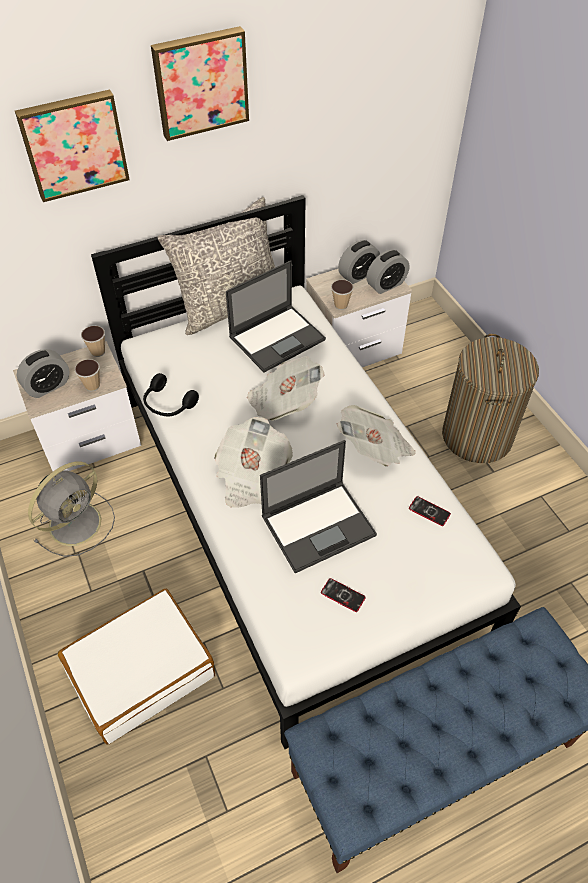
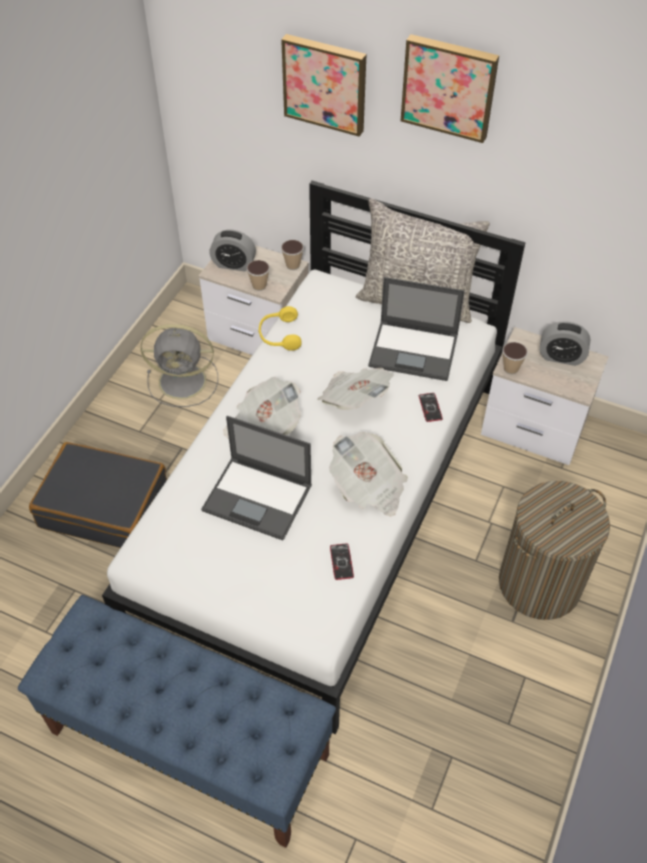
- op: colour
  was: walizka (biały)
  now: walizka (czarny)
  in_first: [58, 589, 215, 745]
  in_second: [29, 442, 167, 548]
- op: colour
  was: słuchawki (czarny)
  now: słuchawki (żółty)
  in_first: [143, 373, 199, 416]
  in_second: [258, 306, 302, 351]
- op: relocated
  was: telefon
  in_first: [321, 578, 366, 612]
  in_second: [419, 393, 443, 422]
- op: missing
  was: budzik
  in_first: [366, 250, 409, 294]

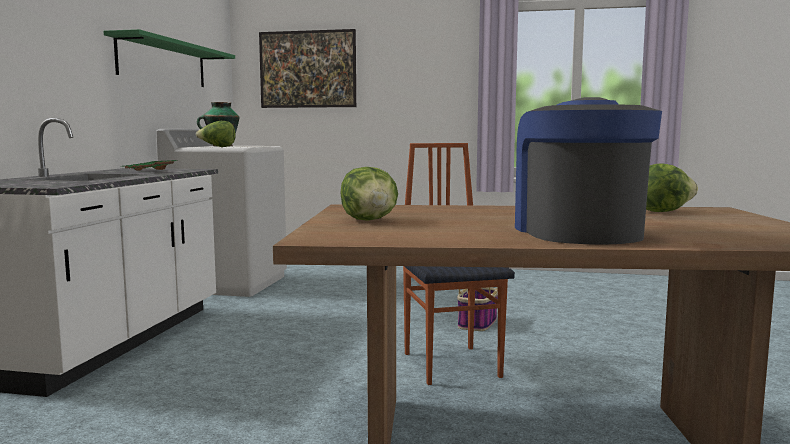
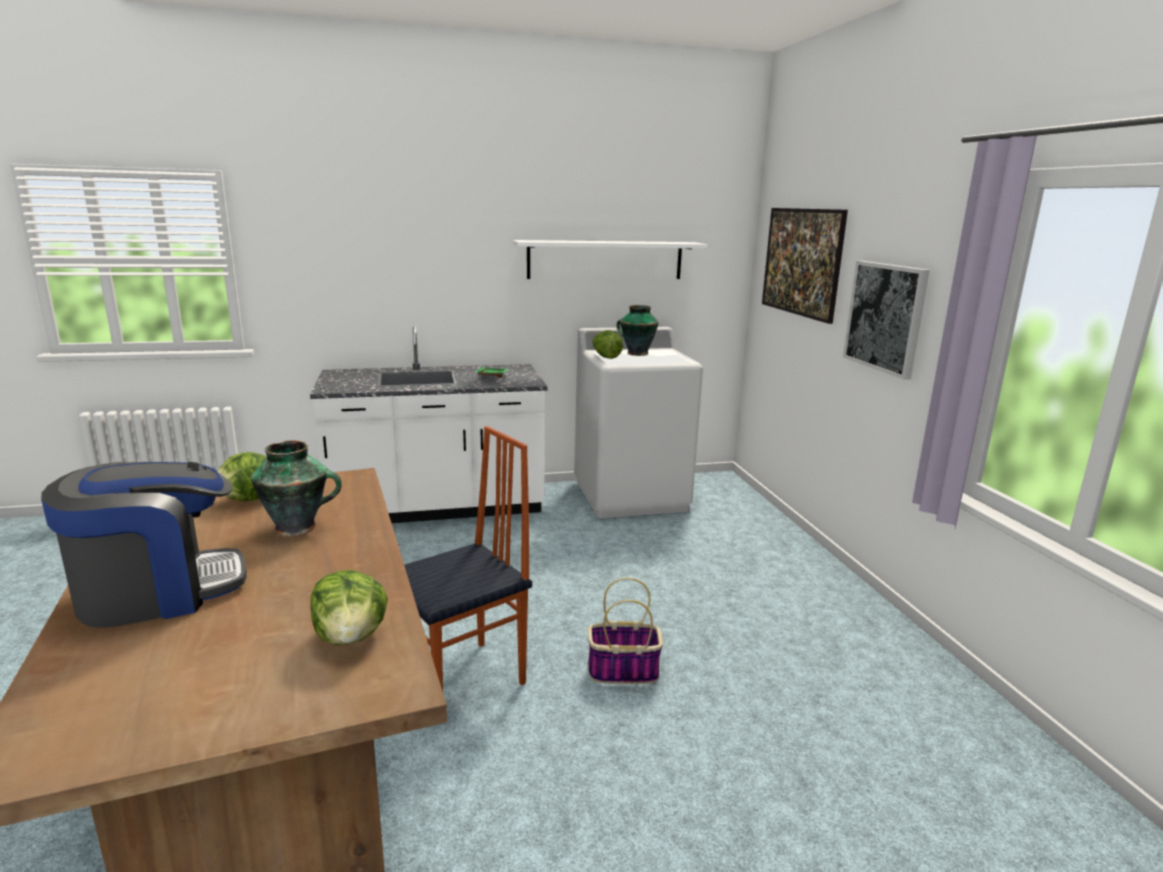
- op: colour
  was: półka (zielony)
  now: półka (biały)
  in_first: [103, 29, 235, 87]
  in_second: [513, 240, 708, 279]
- op: appeared
  now: wazon
  in_second: [251, 441, 342, 536]
- op: appeared
  now: obraz
  in_second: [843, 261, 930, 380]

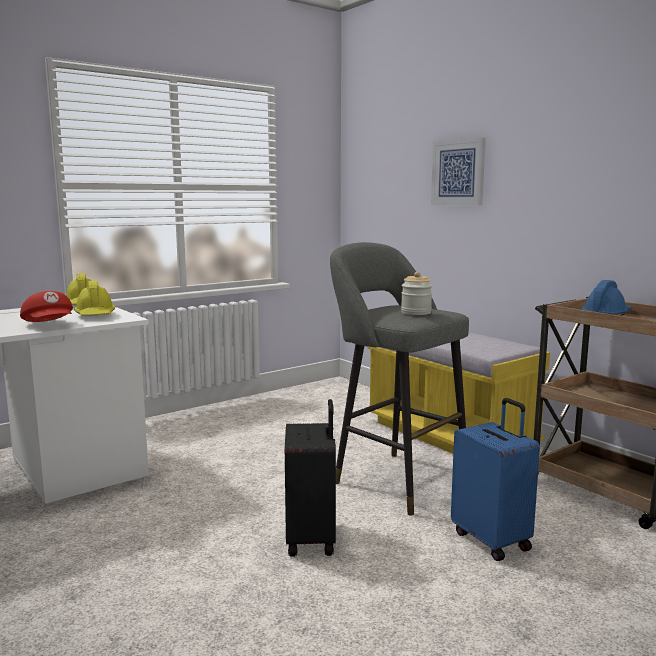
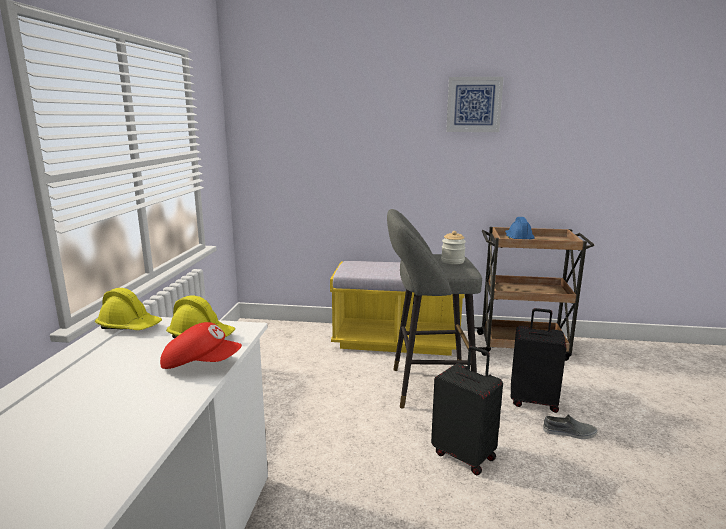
- op: relocated
  was: obraz
  in_first: [431, 137, 486, 205]
  in_second: [446, 77, 504, 132]
- op: colour
  was: walizka (niebieski)
  now: walizka (czarny)
  in_first: [451, 398, 540, 561]
  in_second: [511, 308, 567, 413]
- op: appeared
  now: but (szary)
  in_second: [543, 415, 597, 439]

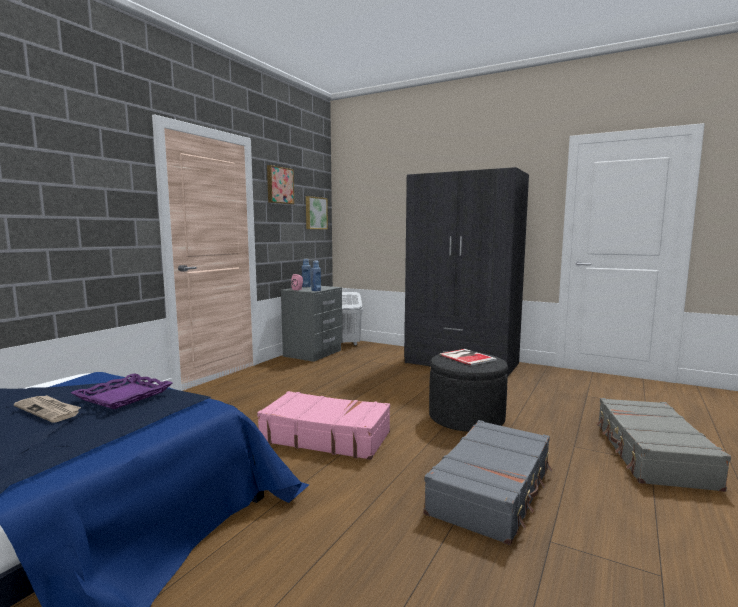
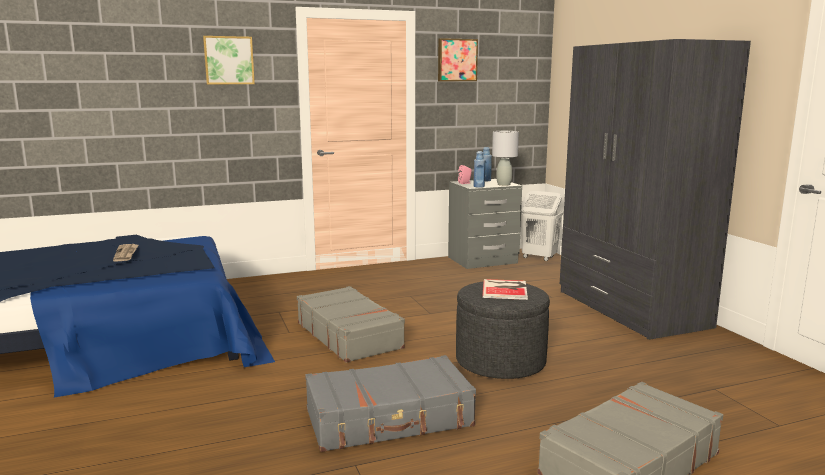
- op: missing
  was: taca (fioletowy)
  in_first: [71, 373, 172, 409]
- op: colour
  was: walizka (różowy)
  now: walizka (szary)
  in_first: [257, 391, 390, 460]
  in_second: [297, 286, 405, 363]
- op: relocated
  was: obraz
  in_first: [306, 196, 328, 229]
  in_second: [203, 36, 255, 84]
- op: appeared
  now: lampa stołowa (szary)
  in_second: [492, 131, 519, 186]

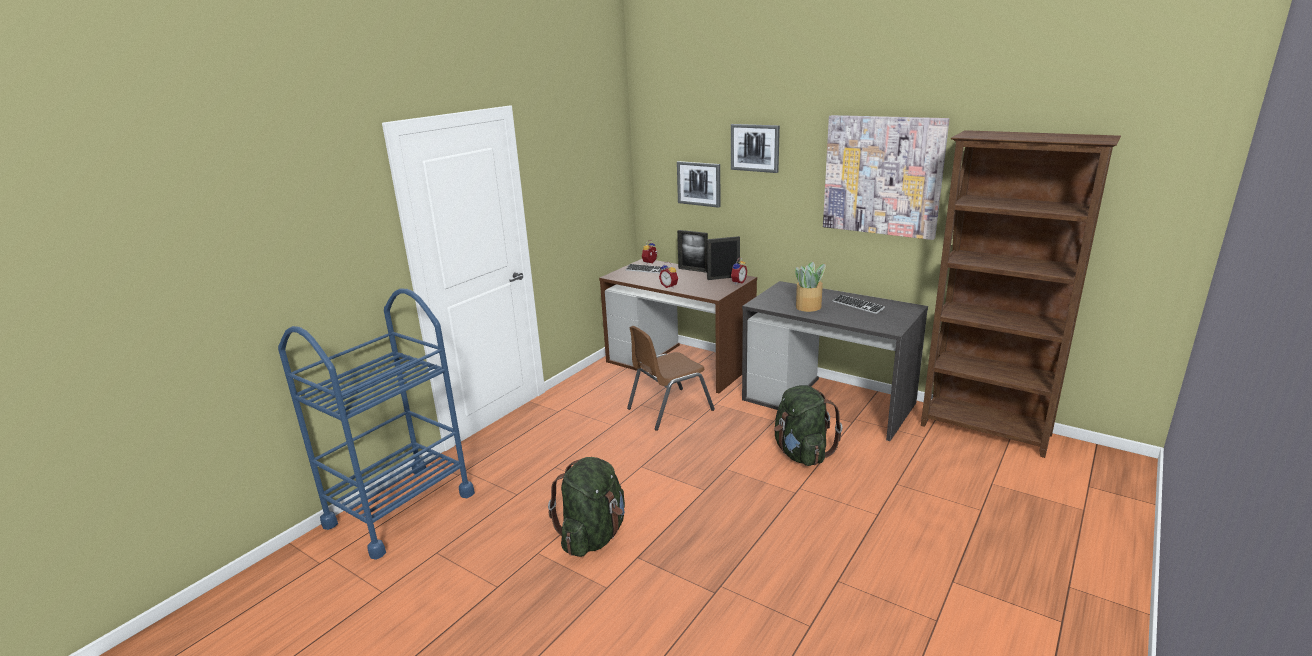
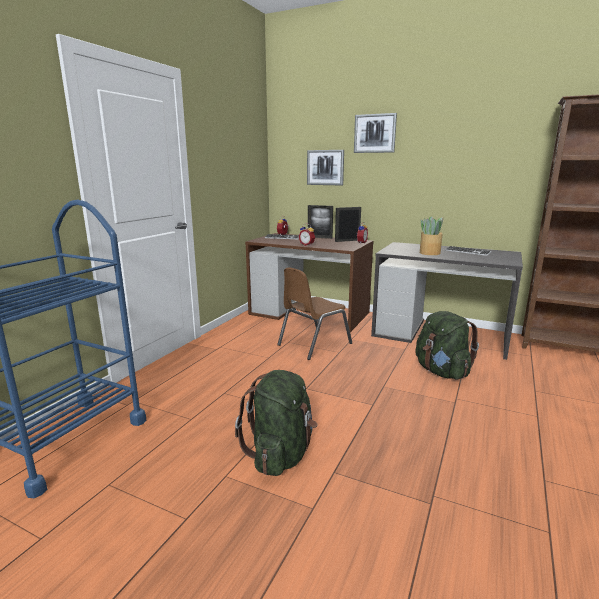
- op: missing
  was: obraz
  in_first: [823, 115, 950, 240]

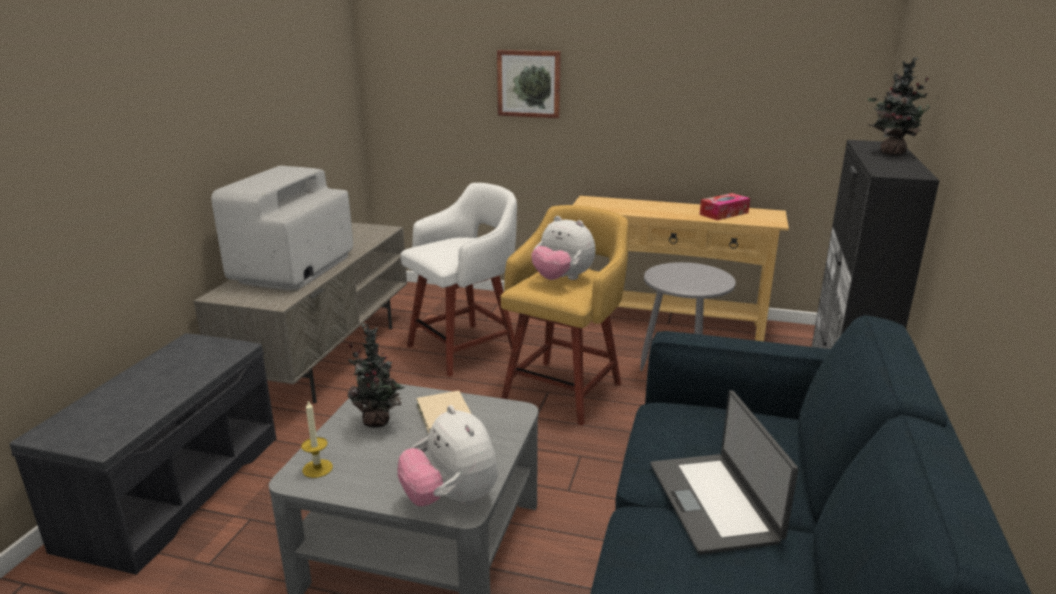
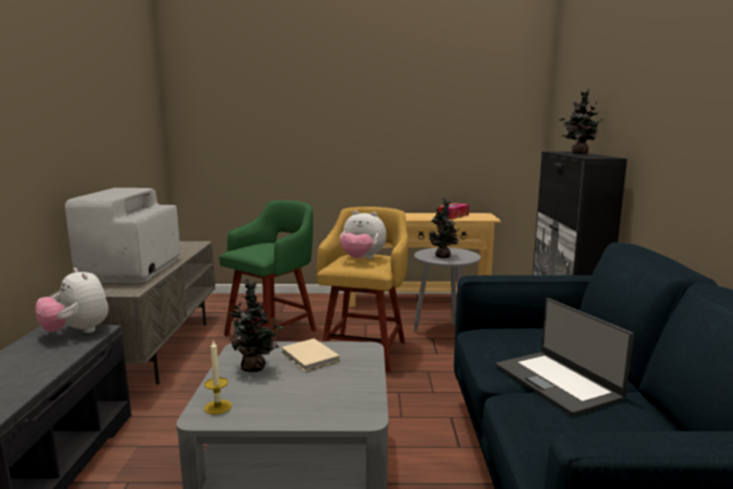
- op: relocated
  was: pluszak
  in_first: [398, 405, 498, 507]
  in_second: [35, 268, 108, 333]
- op: colour
  was: stołek (biały)
  now: stołek (zielony)
  in_first: [401, 183, 517, 377]
  in_second: [219, 200, 317, 336]
- op: missing
  was: obraz
  in_first: [497, 50, 561, 118]
- op: appeared
  now: roślina doniczkowa
  in_second: [429, 198, 460, 258]

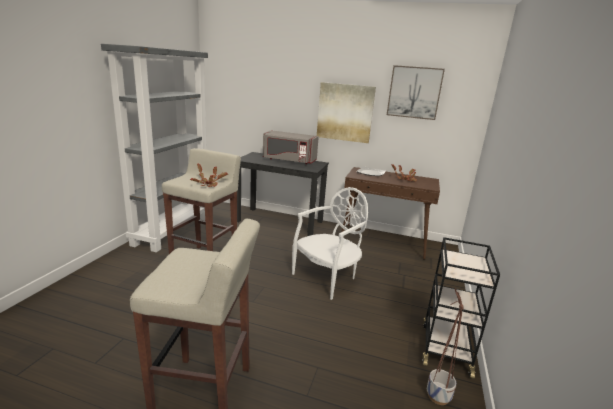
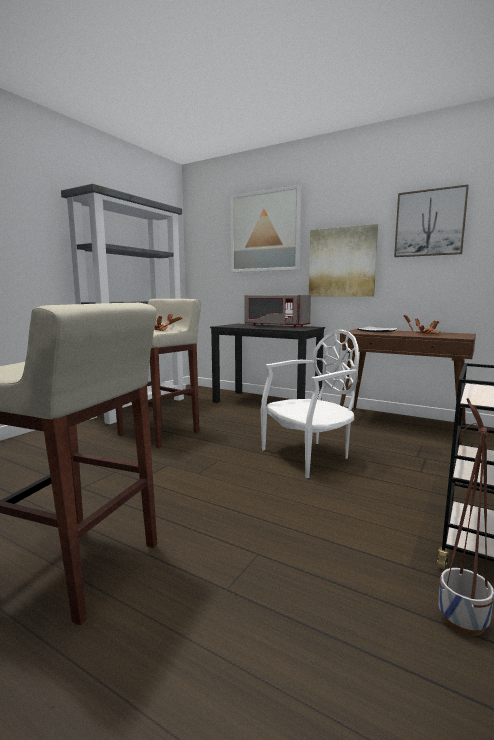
- op: appeared
  now: obraz
  in_second: [231, 185, 302, 272]

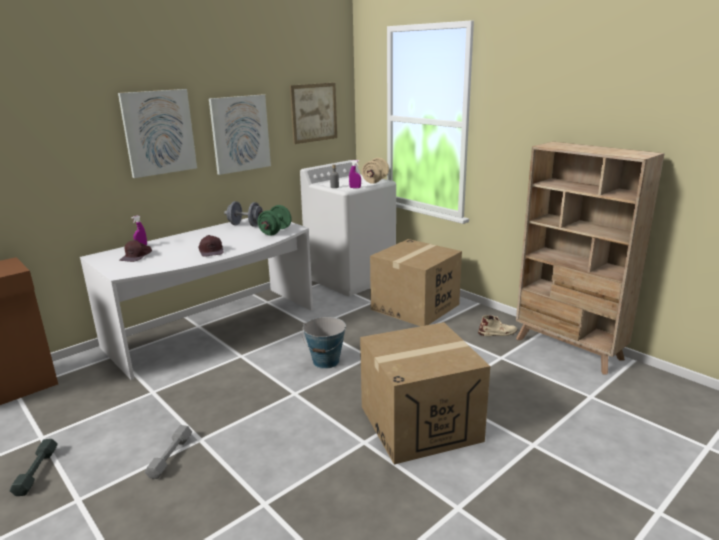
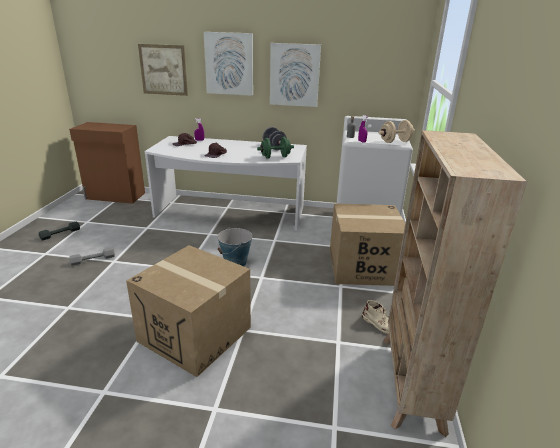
- op: relocated
  was: obraz
  in_first: [290, 83, 337, 144]
  in_second: [138, 44, 188, 96]

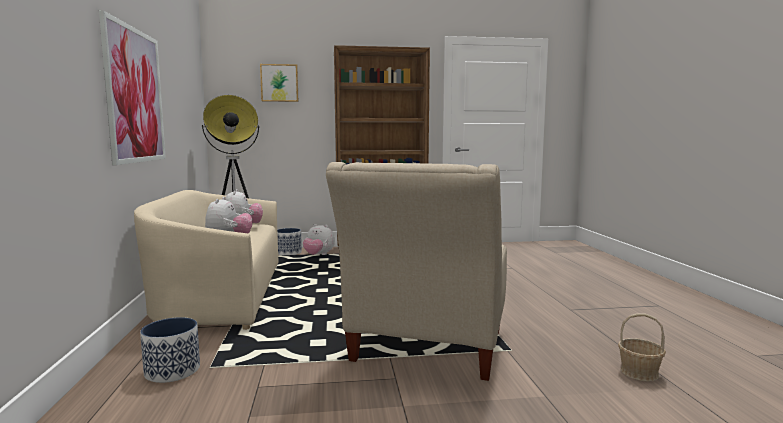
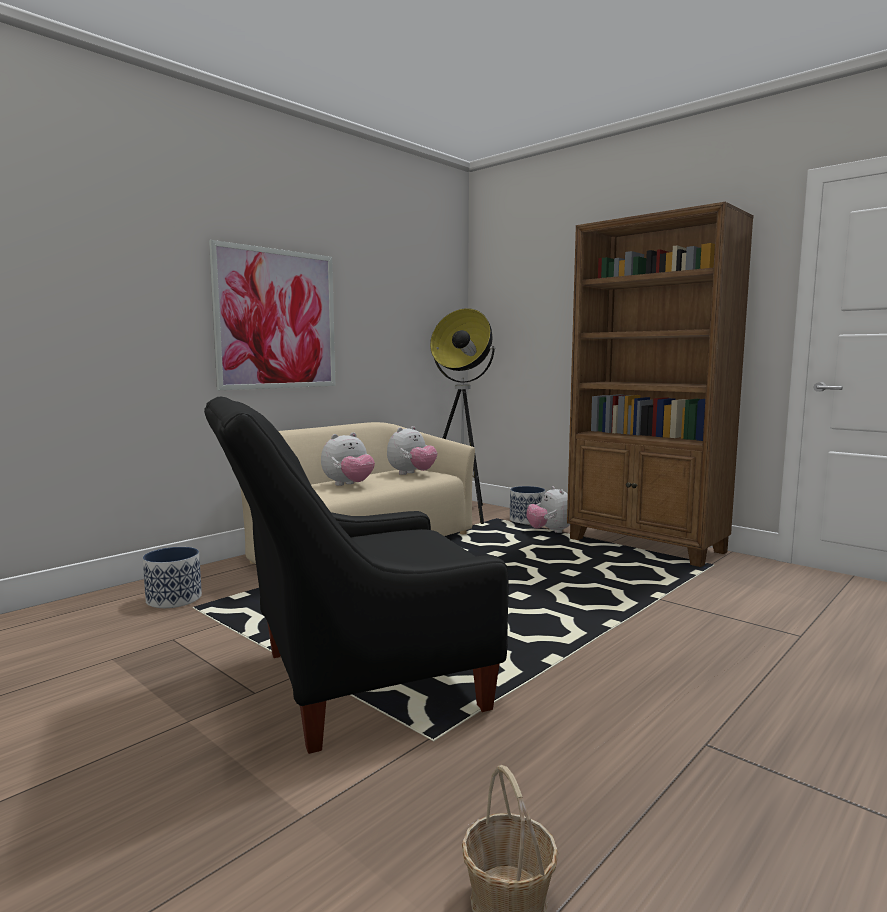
- op: missing
  was: obraz
  in_first: [260, 64, 298, 102]
- op: colour
  was: fotel (beżowy)
  now: fotel (czarny)
  in_first: [326, 162, 507, 381]
  in_second: [204, 397, 508, 754]

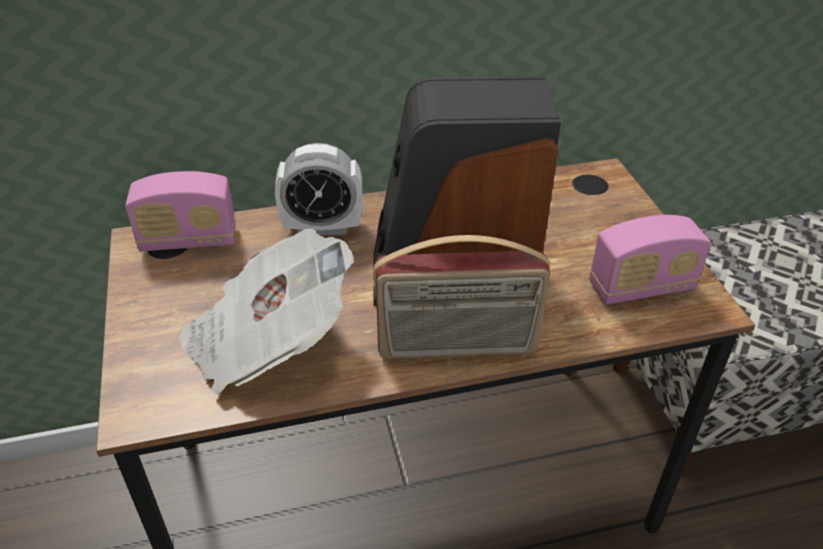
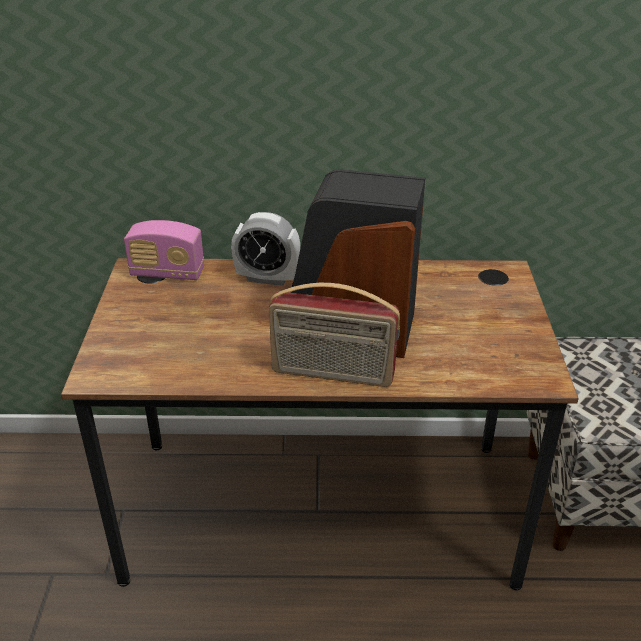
- op: missing
  was: gazeta
  in_first: [178, 228, 354, 394]
- op: missing
  was: radio
  in_first: [589, 215, 711, 305]

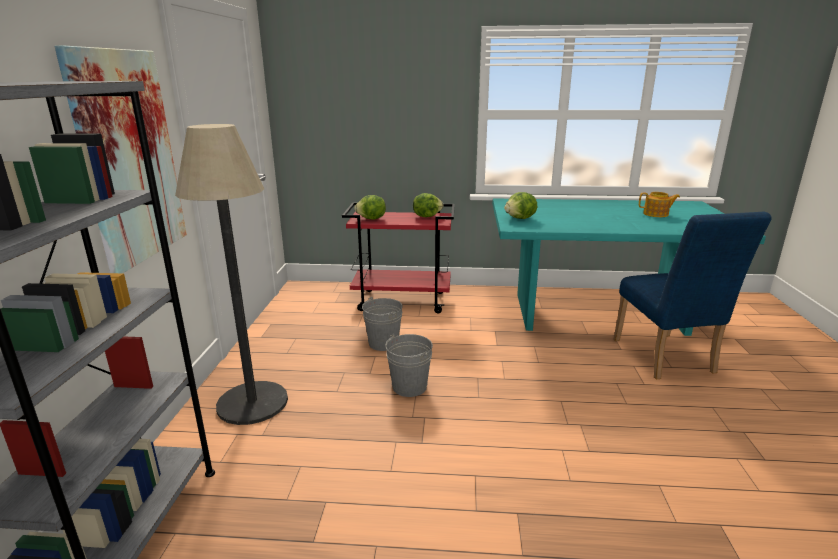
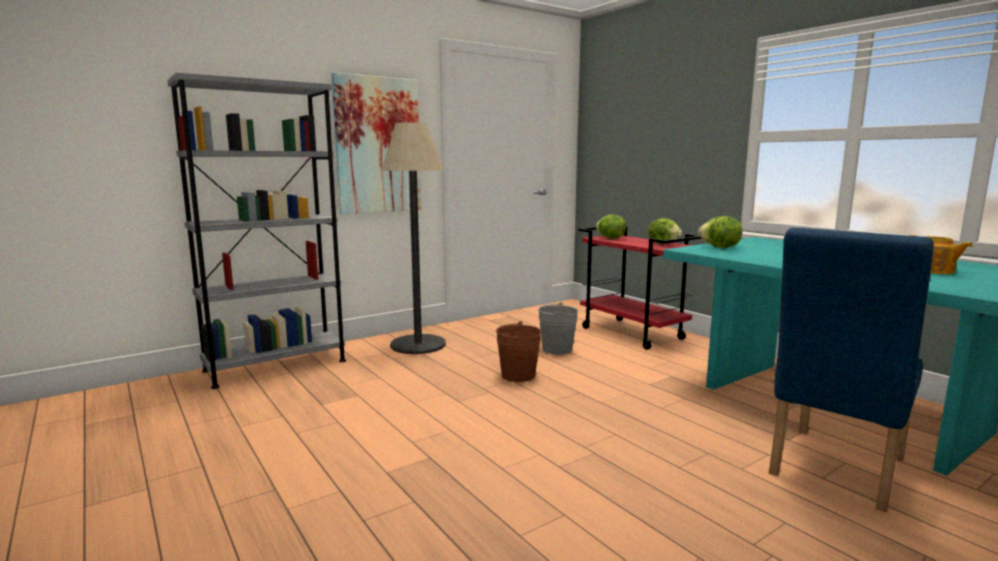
- op: colour
  was: wiadro (szary)
  now: wiadro (brązowy)
  in_first: [385, 334, 433, 397]
  in_second: [496, 321, 541, 382]

